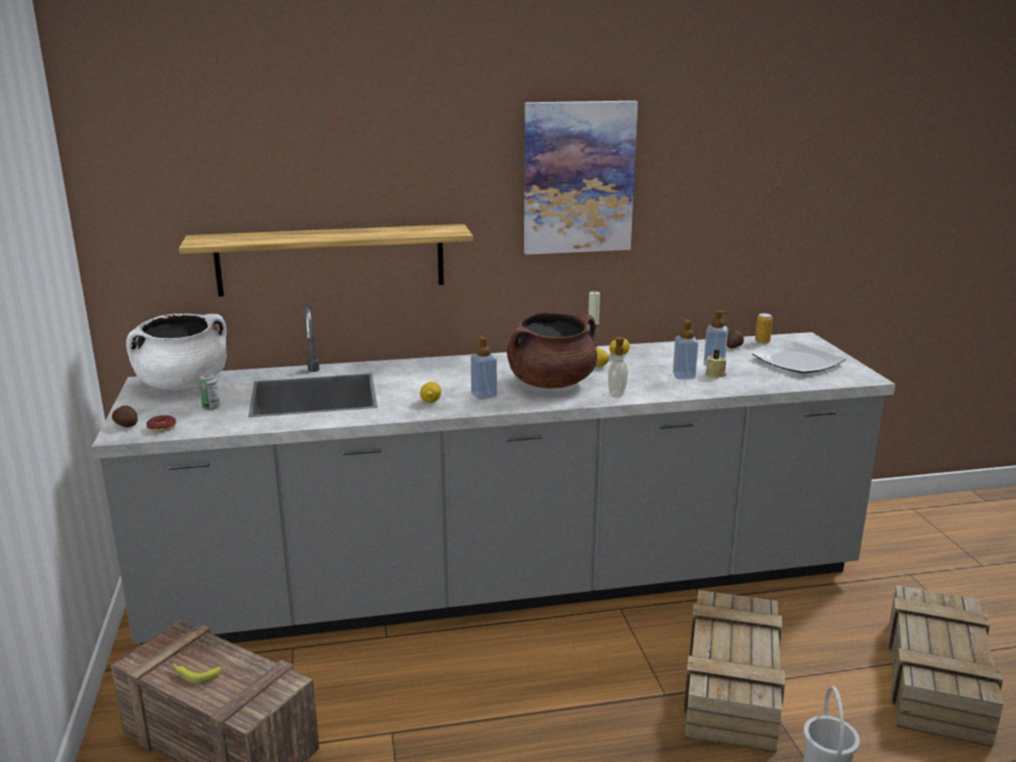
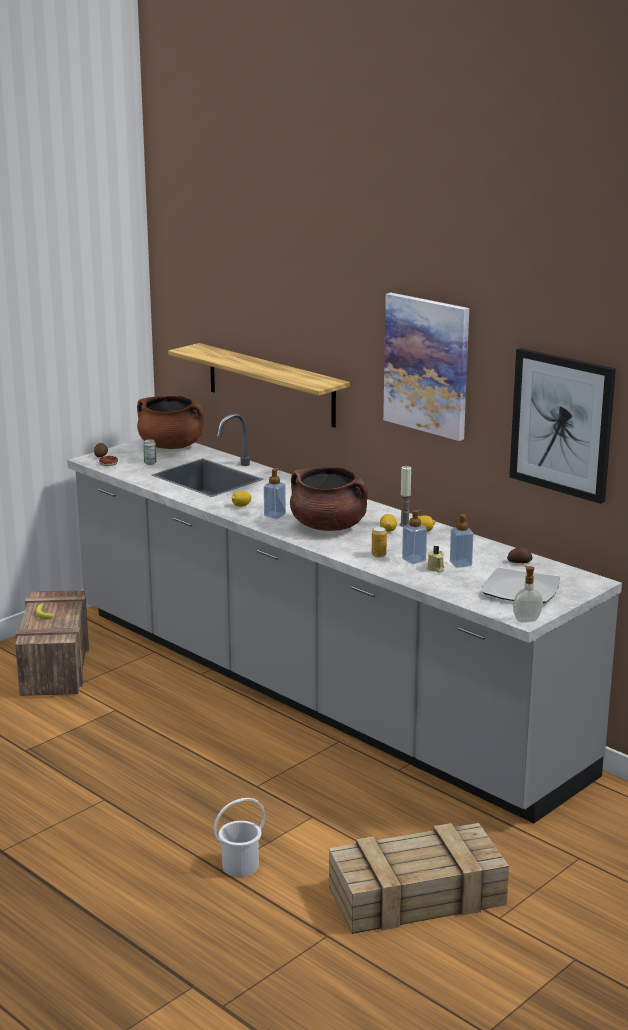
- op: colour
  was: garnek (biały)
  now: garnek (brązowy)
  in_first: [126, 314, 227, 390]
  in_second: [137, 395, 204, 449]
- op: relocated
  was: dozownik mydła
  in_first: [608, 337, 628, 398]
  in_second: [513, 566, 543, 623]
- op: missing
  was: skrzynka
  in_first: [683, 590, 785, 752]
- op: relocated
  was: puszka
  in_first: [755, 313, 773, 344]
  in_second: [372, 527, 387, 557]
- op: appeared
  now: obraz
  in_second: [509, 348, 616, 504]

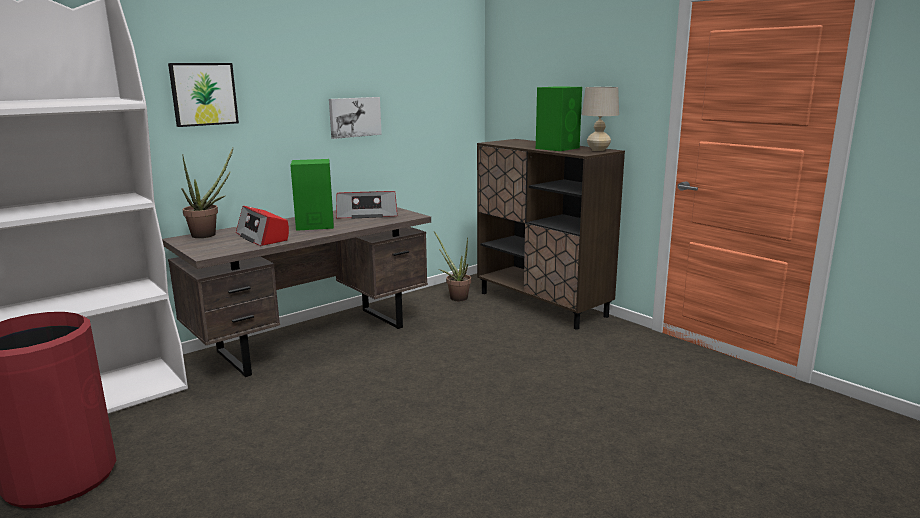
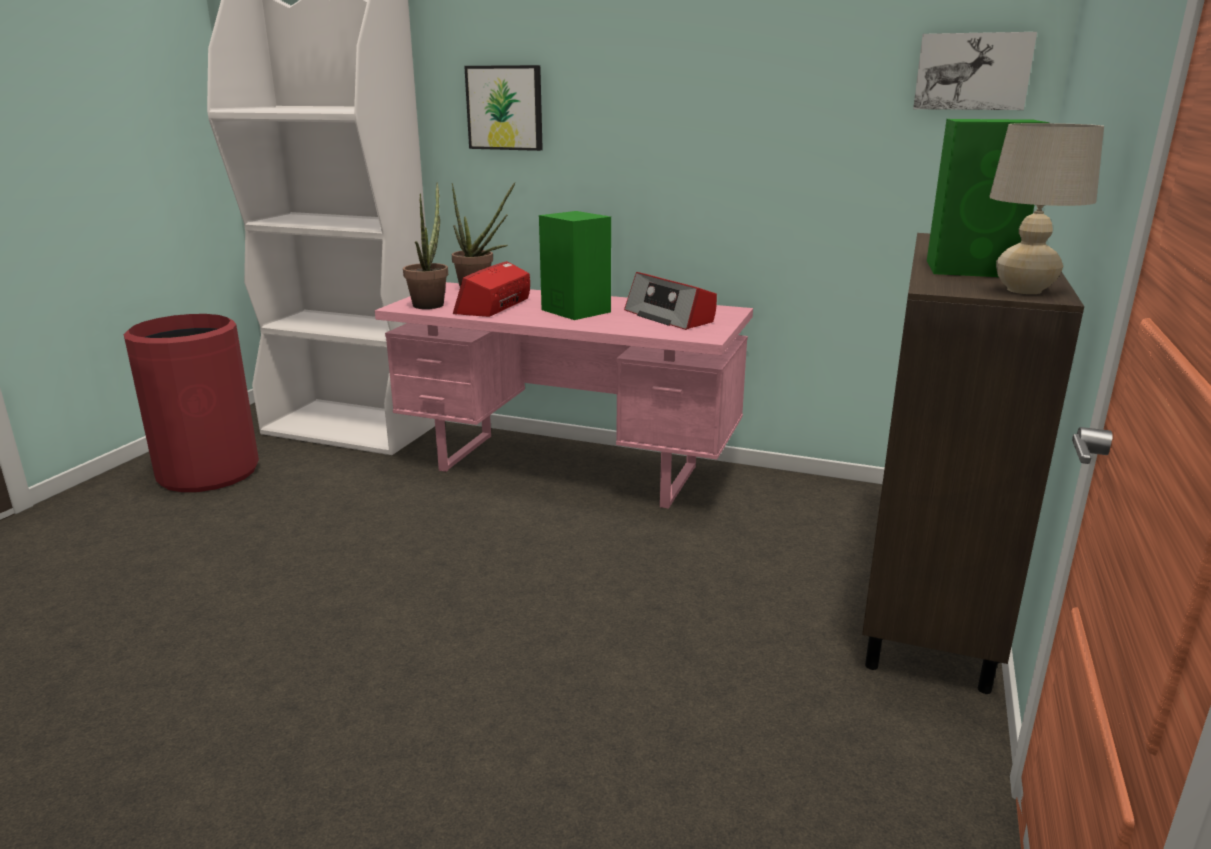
- op: colour
  was: biurko (brązowy)
  now: biurko (różowy)
  in_first: [162, 207, 431, 377]
  in_second: [375, 282, 753, 509]
- op: relocated
  was: obraz
  in_first: [329, 97, 382, 139]
  in_second: [913, 32, 1037, 110]
- op: relocated
  was: roślina doniczkowa
  in_first: [434, 231, 471, 301]
  in_second: [403, 182, 448, 309]

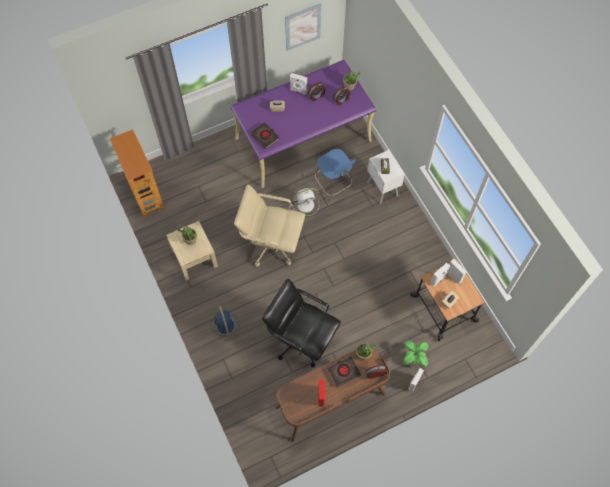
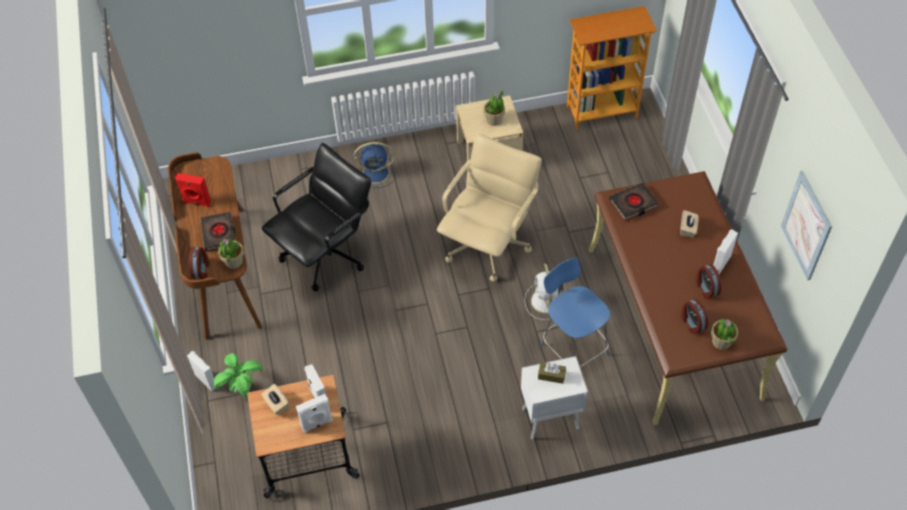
- op: colour
  was: biurko (fioletowy)
  now: biurko (brązowy)
  in_first: [230, 60, 377, 188]
  in_second: [589, 171, 787, 425]
- op: spun
  was: krzesło (niebieski)
  in_first: [314, 149, 357, 201]
  in_second: [541, 257, 610, 367]
  clockwise: 75

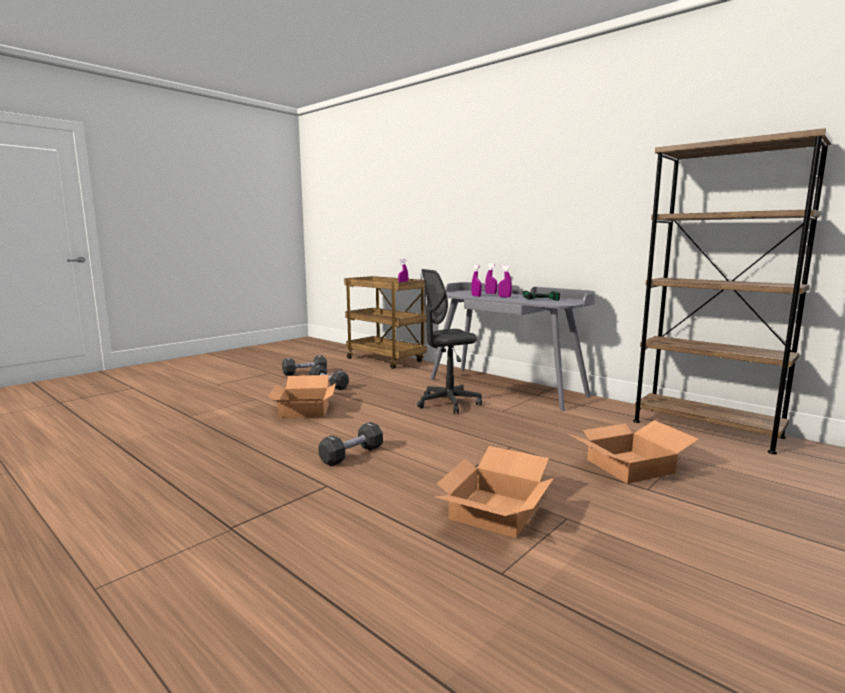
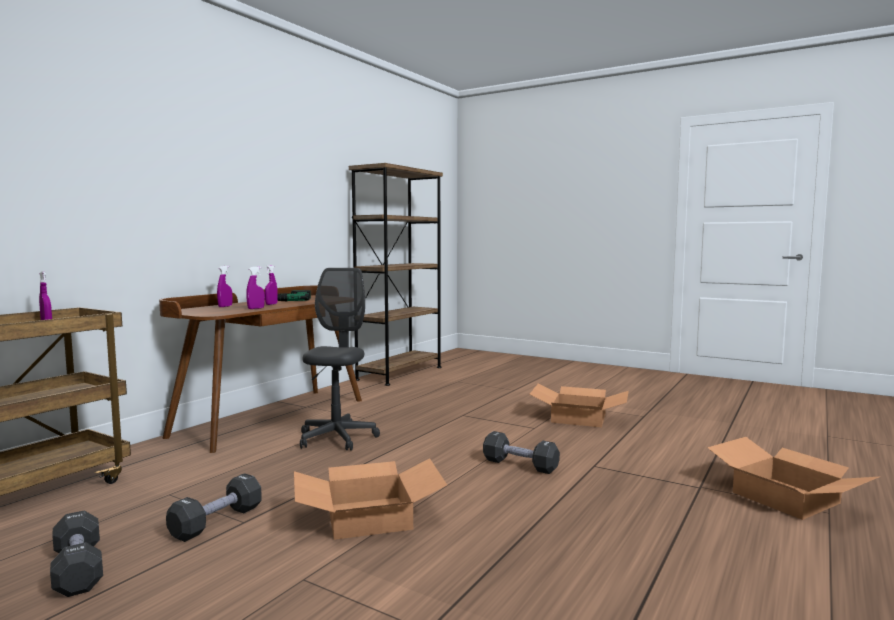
- op: spun
  was: krzesło biurowe (szary)
  in_first: [417, 269, 482, 414]
  in_second: [300, 268, 380, 451]
  clockwise: -135
- op: colour
  was: biurko (szary)
  now: biurko (brązowy)
  in_first: [430, 282, 595, 411]
  in_second: [159, 286, 362, 453]
- op: relocated
  was: karton
  in_first: [569, 420, 699, 484]
  in_second: [707, 437, 879, 520]

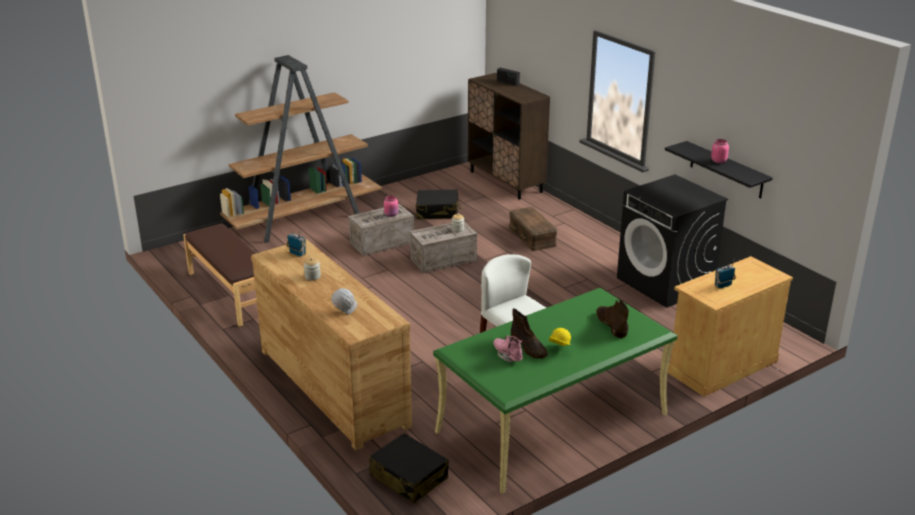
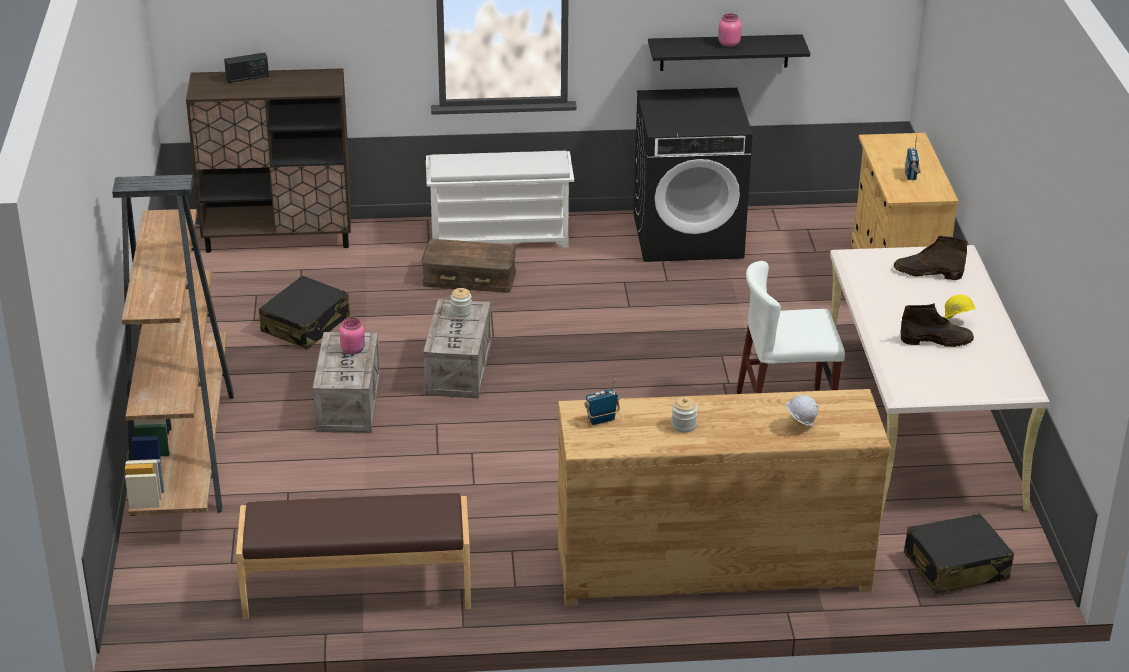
- op: colour
  was: biurko (zielony)
  now: biurko (beżowy)
  in_first: [433, 288, 678, 494]
  in_second: [830, 245, 1050, 517]
- op: missing
  was: but z cholewką (różowy)
  in_first: [493, 335, 523, 363]
- op: appeared
  now: regał na buty (biały)
  in_second: [426, 151, 574, 248]

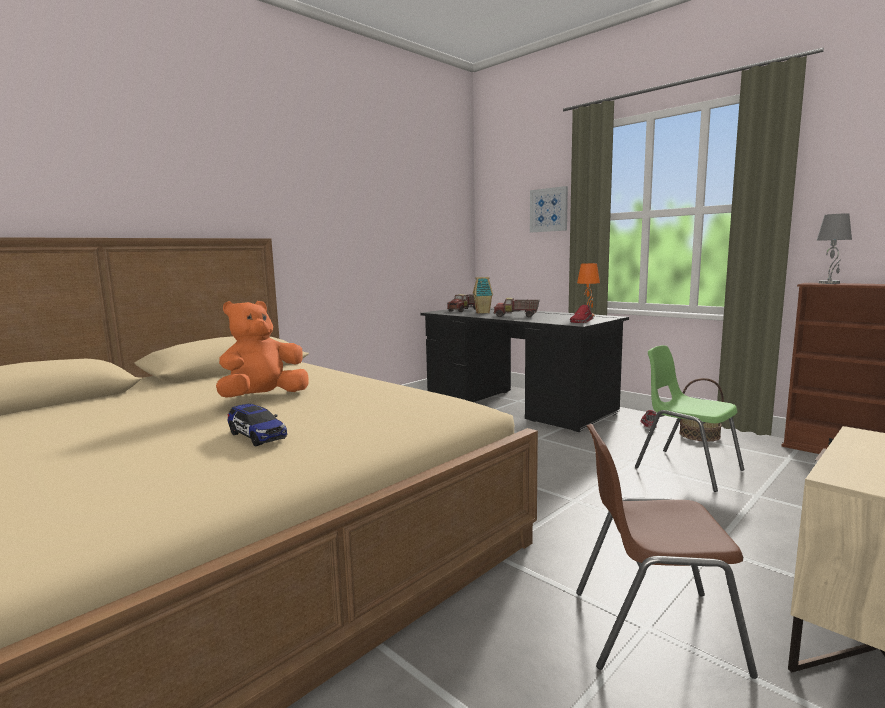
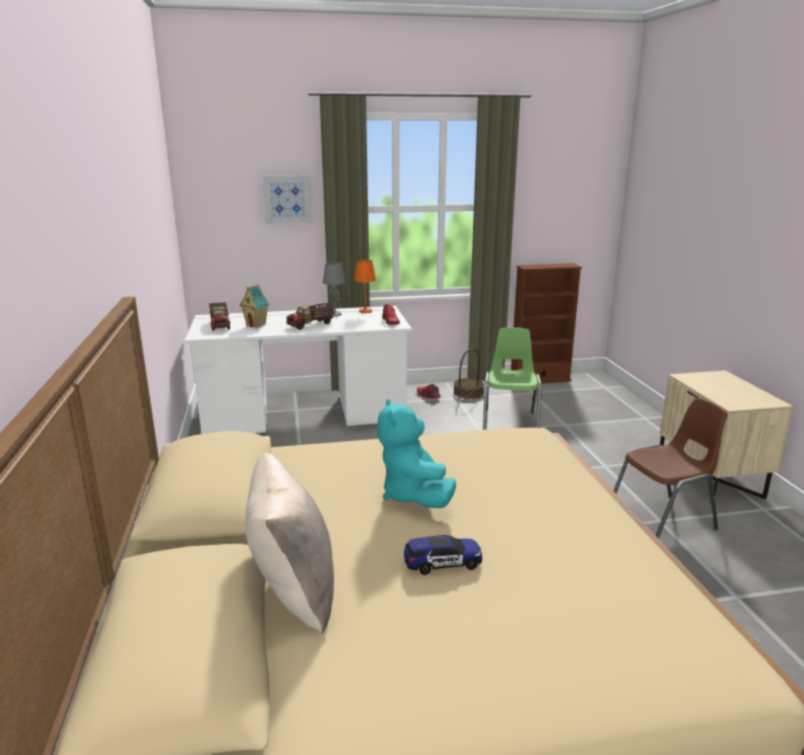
- op: colour
  was: pluszak (pomarańczowy)
  now: pluszak (turkusowy)
  in_first: [216, 301, 309, 397]
  in_second: [378, 398, 456, 508]
- op: relocated
  was: samochodzik
  in_first: [227, 403, 287, 446]
  in_second: [404, 535, 482, 575]
- op: colour
  was: biurko (czarny)
  now: biurko (biały)
  in_first: [421, 307, 629, 432]
  in_second: [185, 306, 412, 434]
- op: spun
  was: krzesło (brązowy)
  in_first: [576, 424, 758, 679]
  in_second: [613, 398, 728, 538]
  clockwise: -150
- op: spun
  was: krzesło (zielony)
  in_first: [635, 345, 745, 492]
  in_second: [483, 327, 542, 430]
  clockwise: 105
- op: relocated
  was: lampa stołowa (szary)
  in_first: [816, 213, 852, 284]
  in_second: [323, 262, 345, 316]
- op: appeared
  now: poduszka (beżowy)
  in_second: [245, 452, 334, 634]

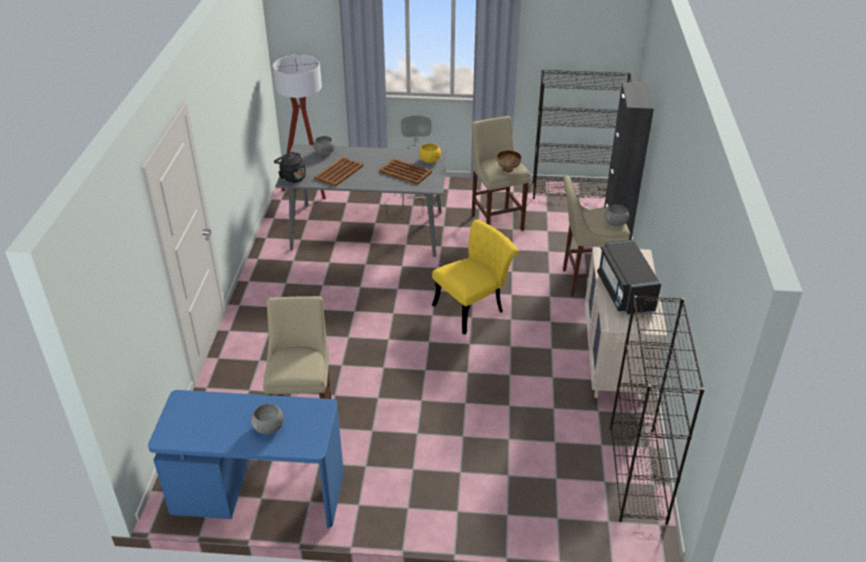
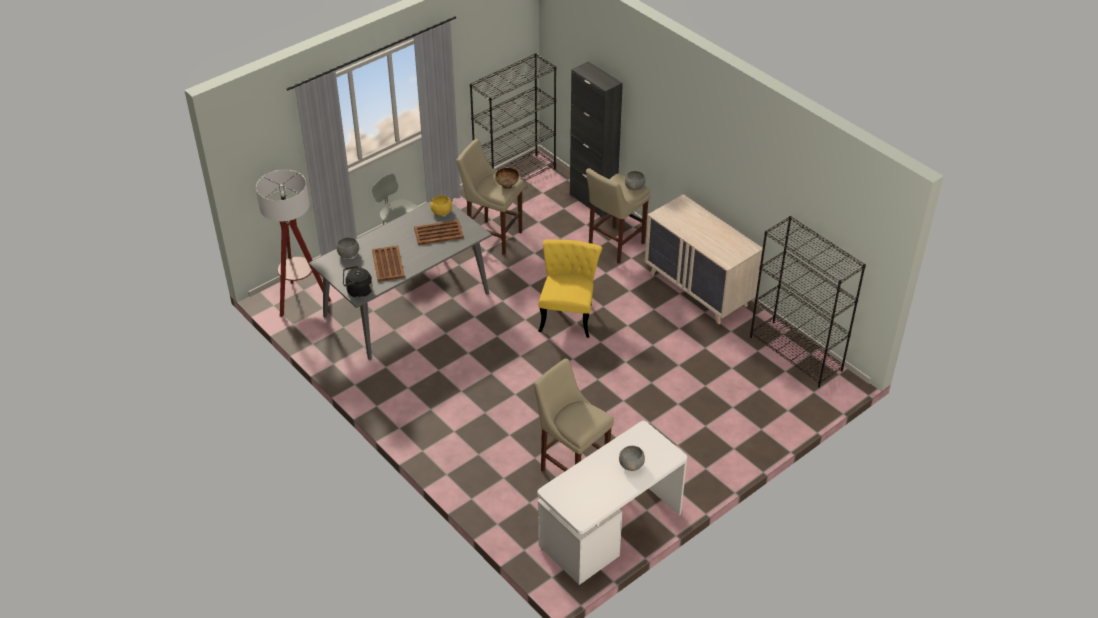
- op: colour
  was: biurko (niebieski)
  now: biurko (biały)
  in_first: [148, 390, 344, 529]
  in_second: [538, 421, 687, 585]
- op: missing
  was: mikrofalówka (czarny)
  in_first: [597, 240, 661, 315]

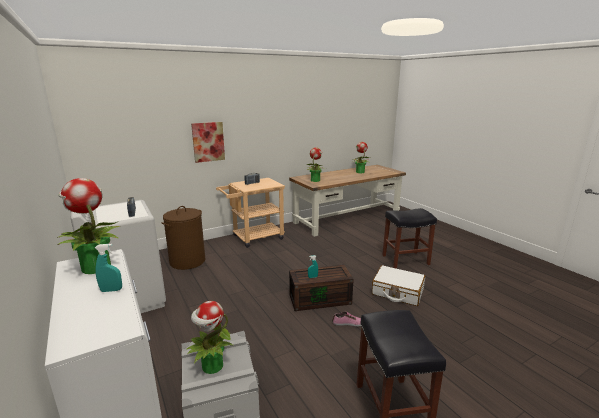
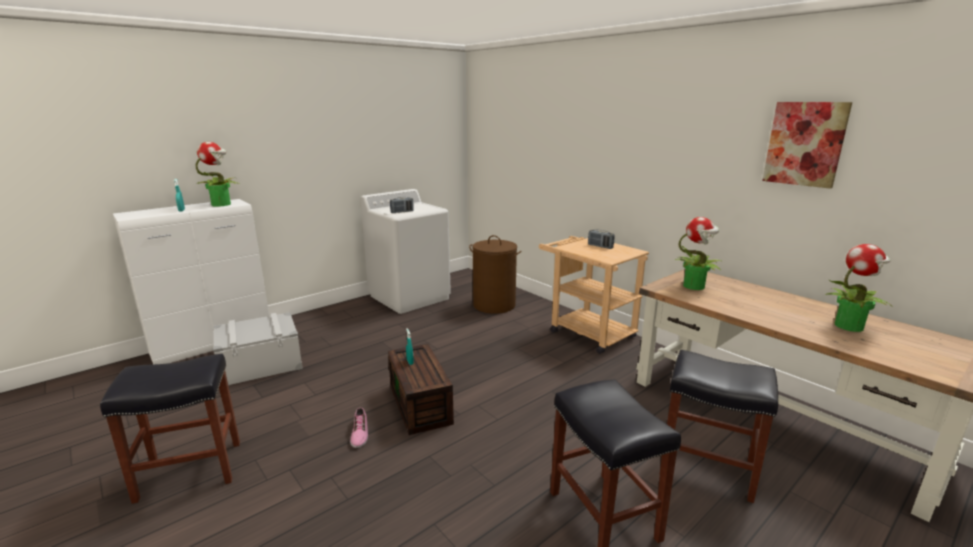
- op: missing
  was: roślina doniczkowa
  in_first: [187, 301, 234, 374]
- op: relocated
  was: obraz
  in_first: [191, 122, 225, 163]
  in_second: [762, 102, 852, 189]
- op: missing
  was: walizka (biały)
  in_first: [372, 265, 425, 306]
- op: appeared
  now: stołek (czarny)
  in_second: [667, 350, 778, 503]

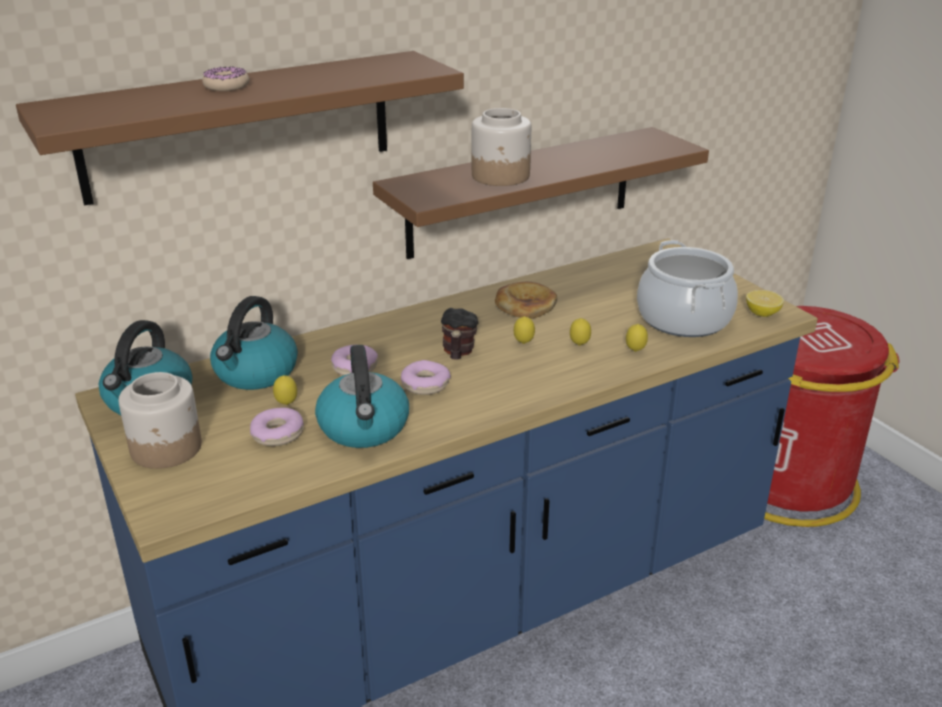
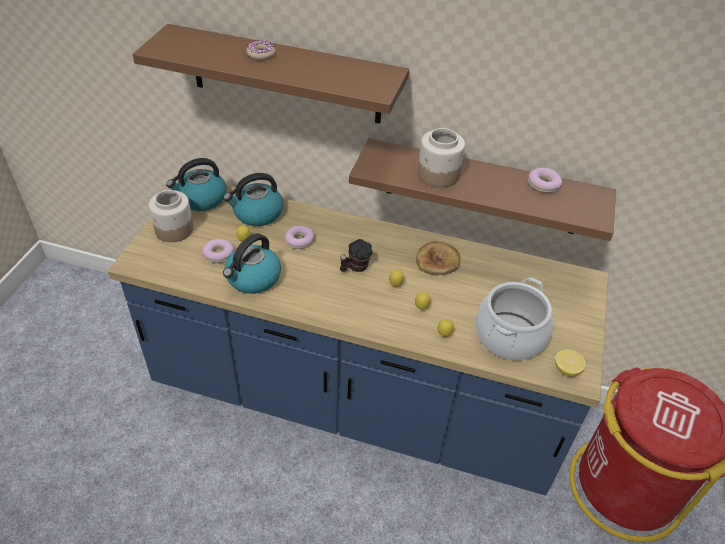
- op: relocated
  was: donut
  in_first: [401, 360, 451, 395]
  in_second: [528, 168, 562, 193]

